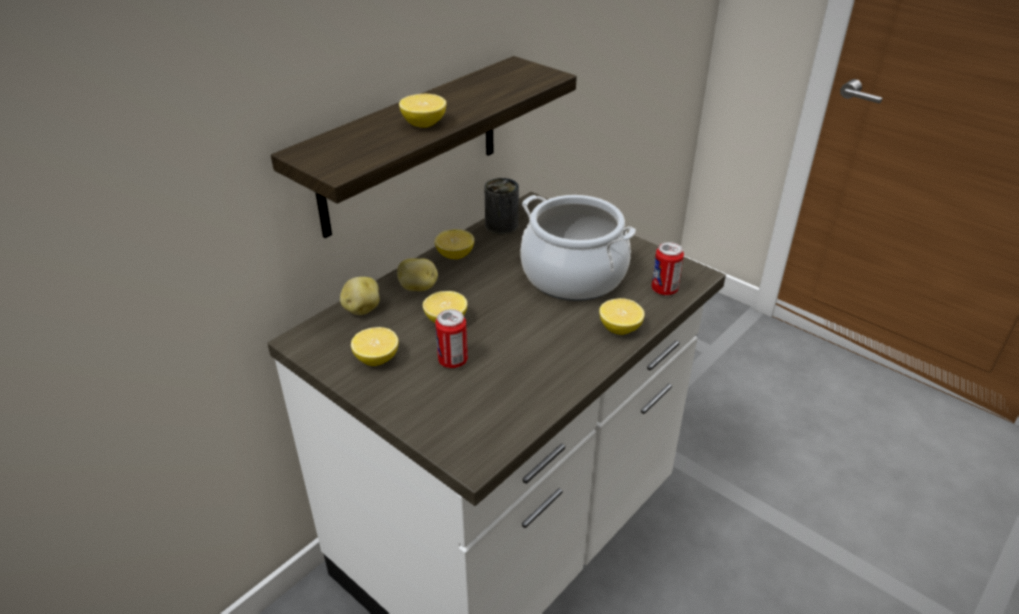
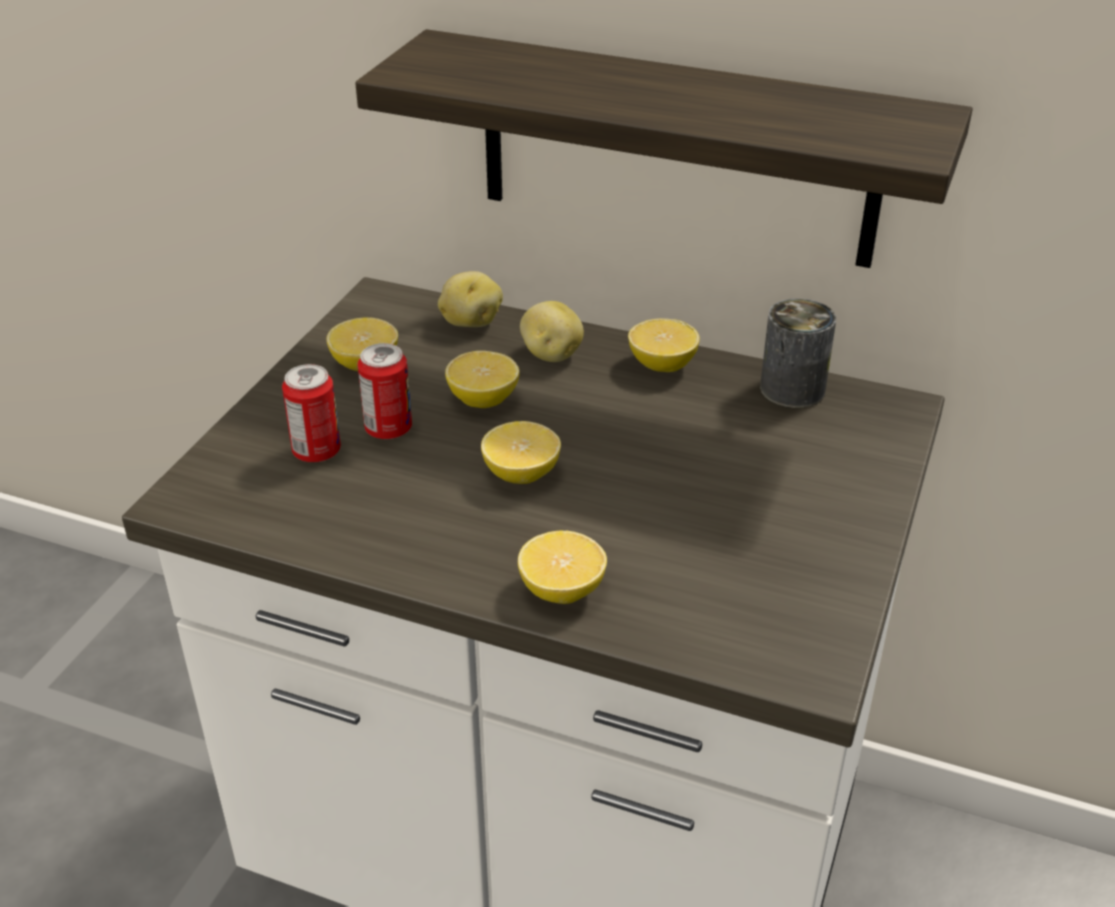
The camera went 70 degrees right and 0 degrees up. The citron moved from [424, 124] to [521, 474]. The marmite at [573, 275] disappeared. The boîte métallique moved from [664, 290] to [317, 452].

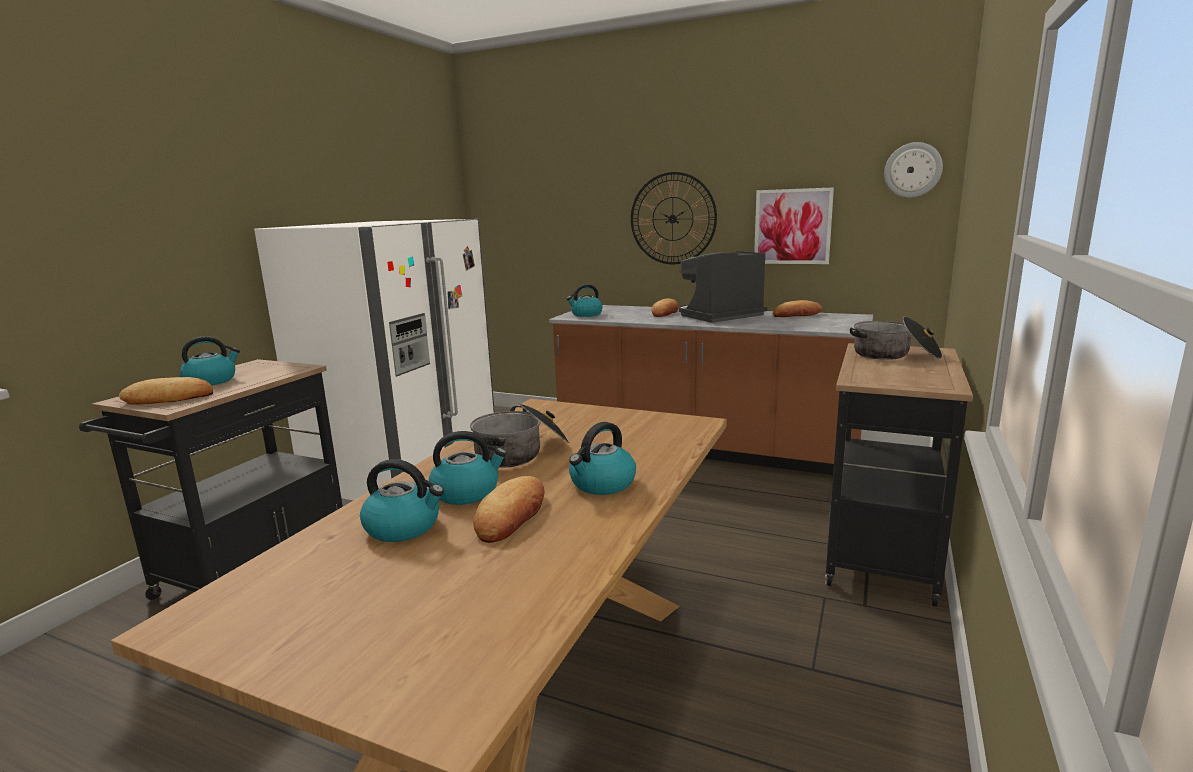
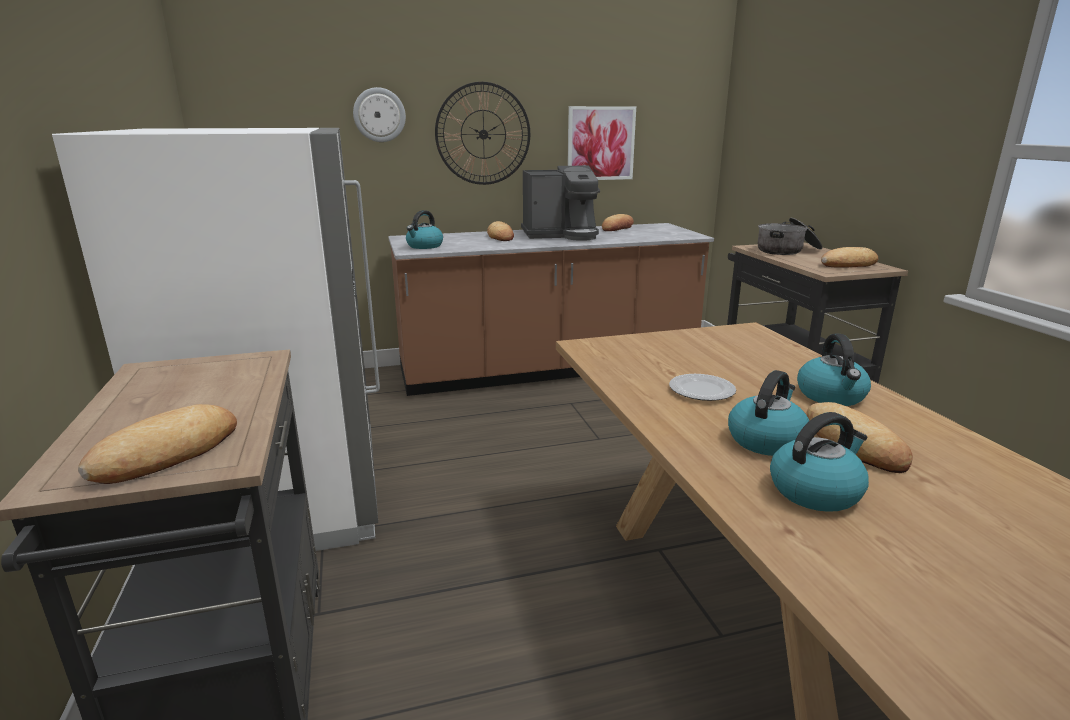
The camera went 40 degrees left and 5 degrees up. The horloge murale moved from [912, 170] to [379, 115]. The machine à café at [720, 316] turned 120 degrees counterclockwise. The bouilloire at [211, 381] disappeared. The marmite at [521, 452] was replaced by the assiette at [701, 391]. The pain at [848, 264] appeared.

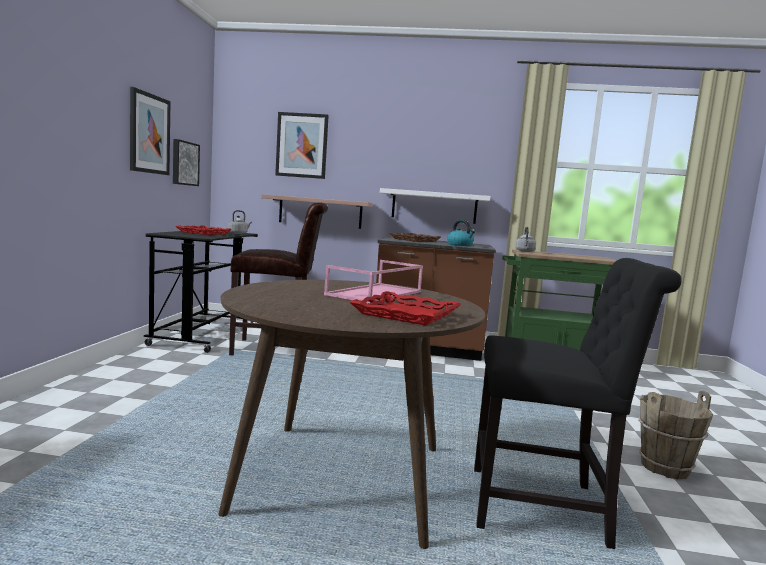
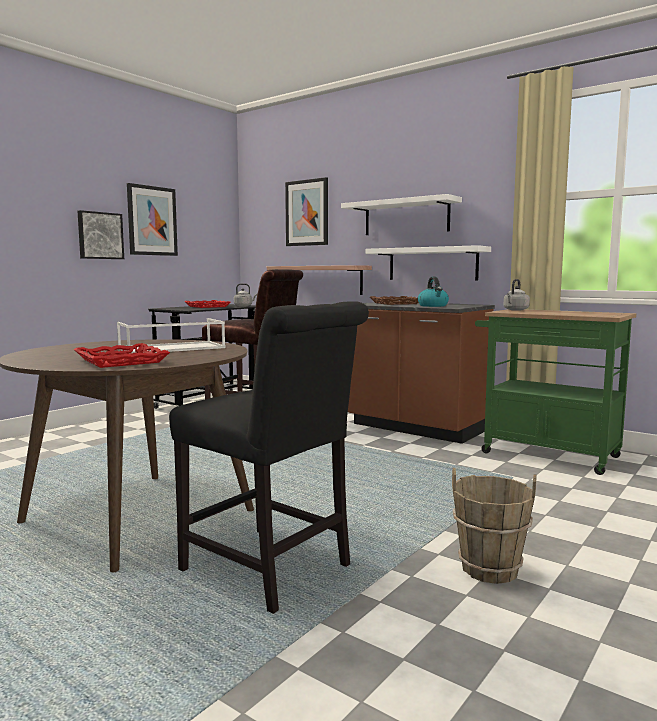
The camera went 30 degrees right and 0 degrees up. The tableau moved from [184, 163] to [100, 235]. The plateau [rose] at [375, 293] became the plateau [blanc] at [171, 348]. The étagère [blanc] at [406, 217] appeared.

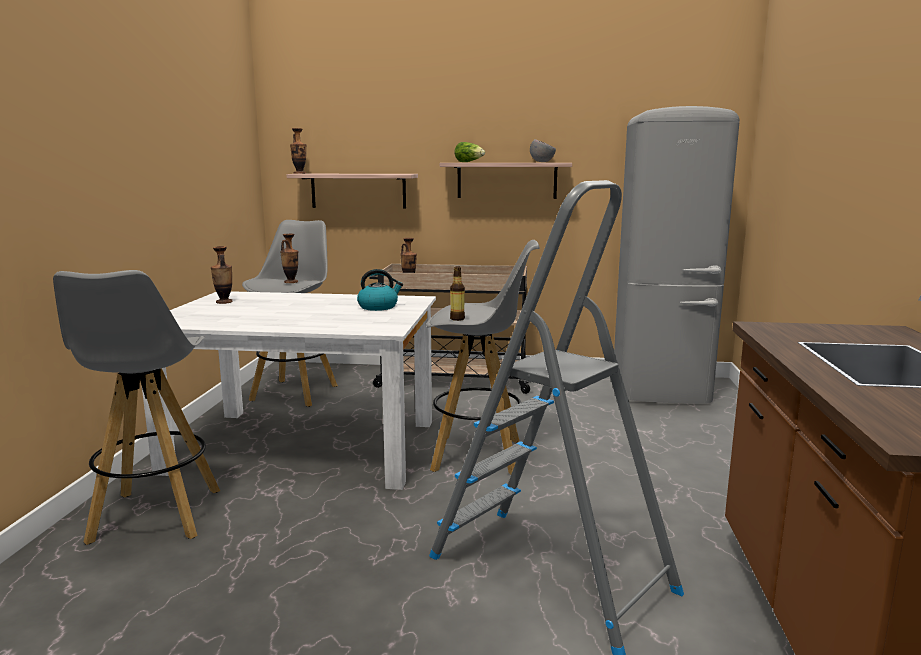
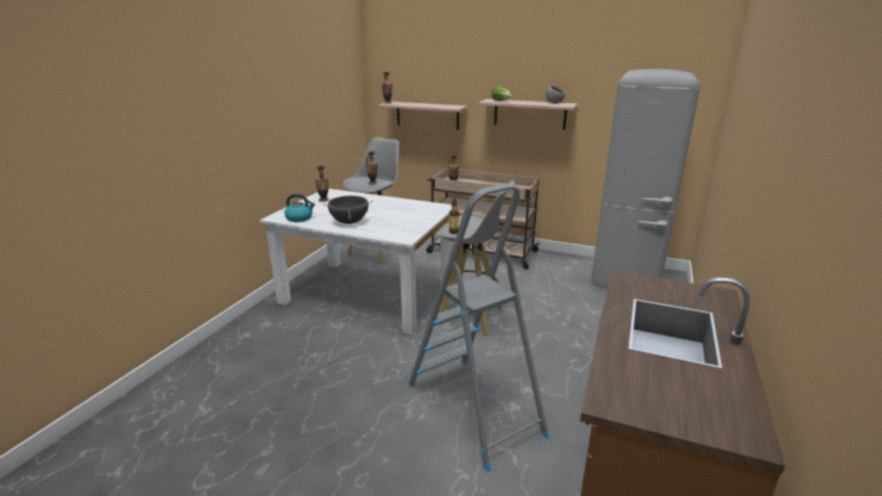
The camera went 15 degrees right and 10 degrees up. The bouilloire moved from [378, 307] to [300, 218]. The tabouret [gris] at [154, 516] disappeared. The marmite [noir] at [349, 222] appeared.

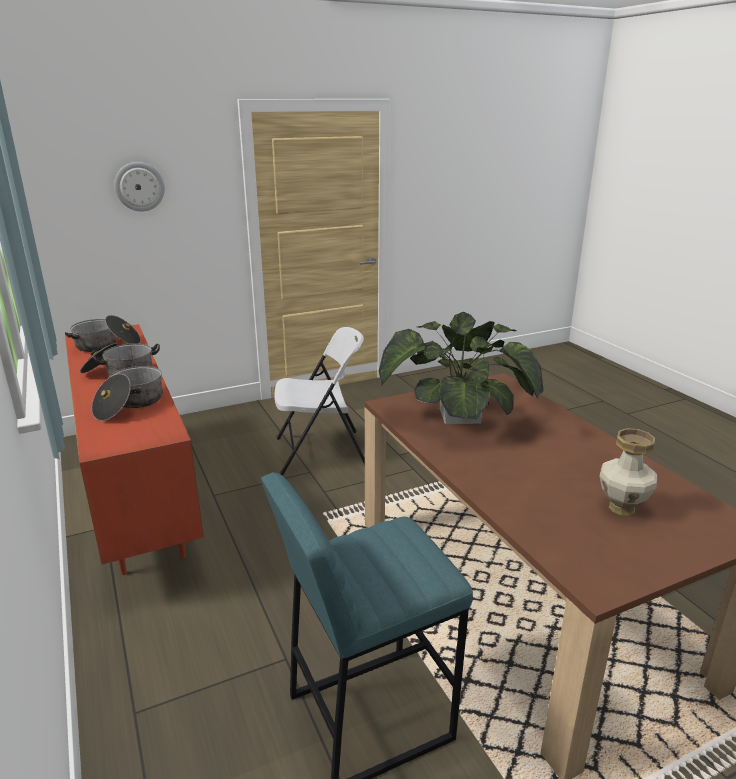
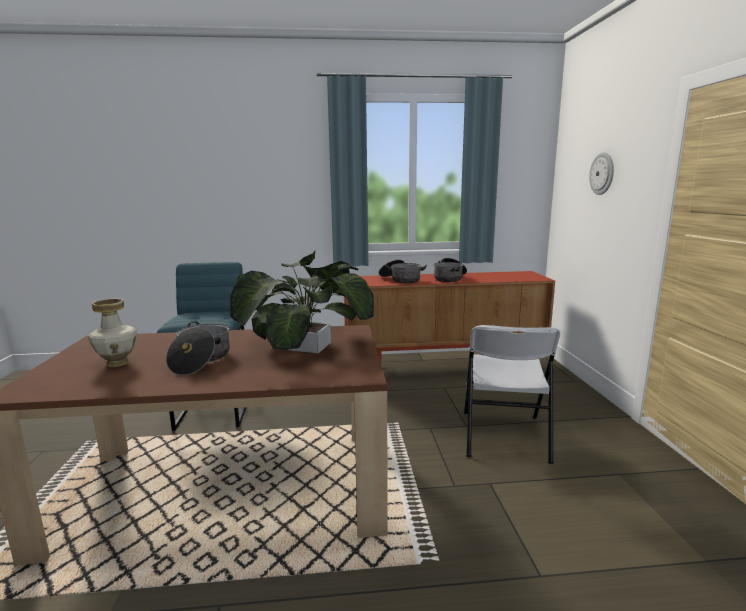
The camera went 110 degrees right and 10 degrees down. The marmite moved from [107, 345] to [201, 360].

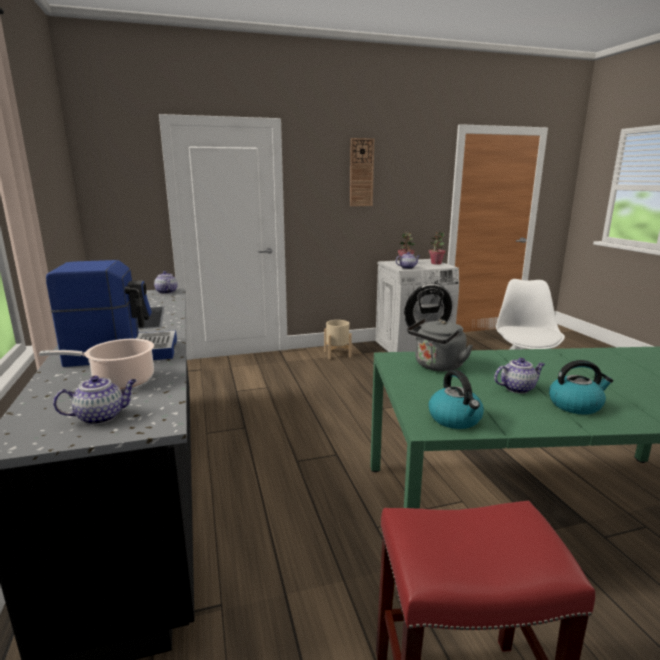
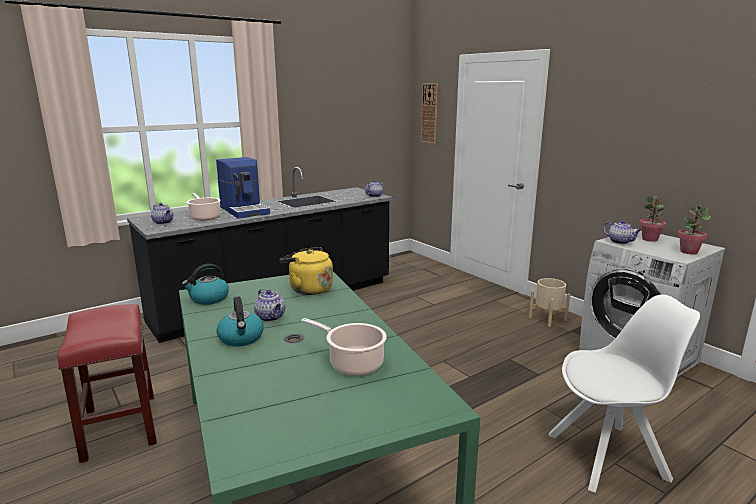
The camera went 70 degrees right and 0 degrees up. The horloge murale moved from [361, 172] to [429, 113]. The bouilloire [gris] at [437, 366] became the bouilloire [jaune] at [308, 289]. The marmite at [353, 363] appeared.

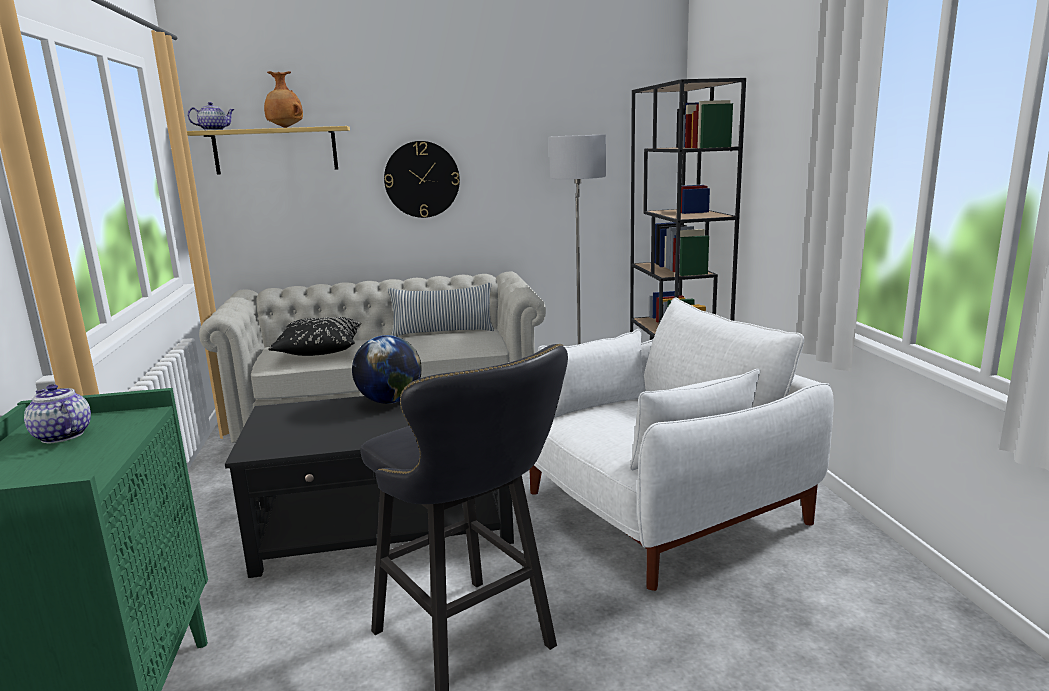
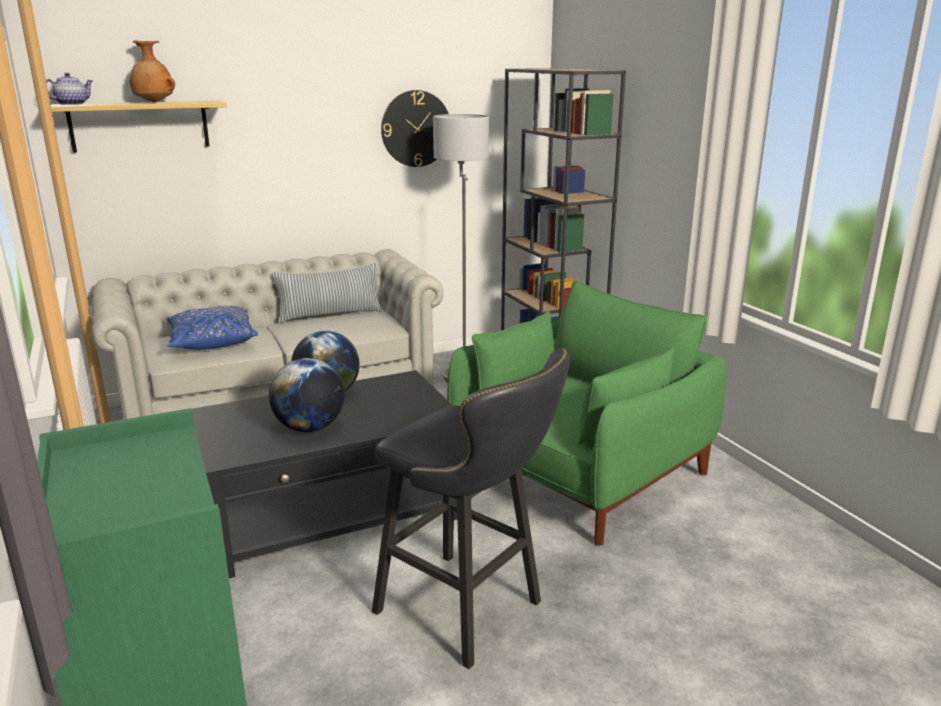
The camera went 15 degrees left and 5 degrees up. The horloge murale moved from [422, 179] to [416, 128]. The fauteuil [blanc] at [663, 508] became the fauteuil [vert] at [580, 472]. The coussin [noir] at [319, 349] became the coussin [bleu] at [212, 341]. The théière at [61, 435] disappeared. The globe at [310, 428] appeared.

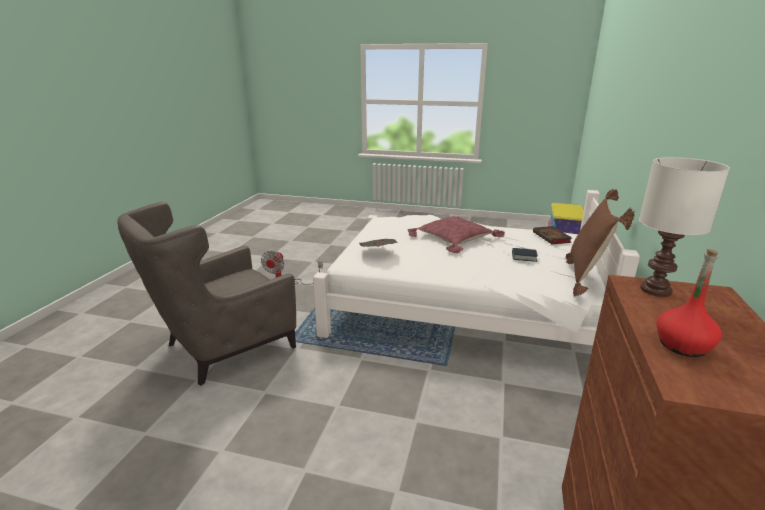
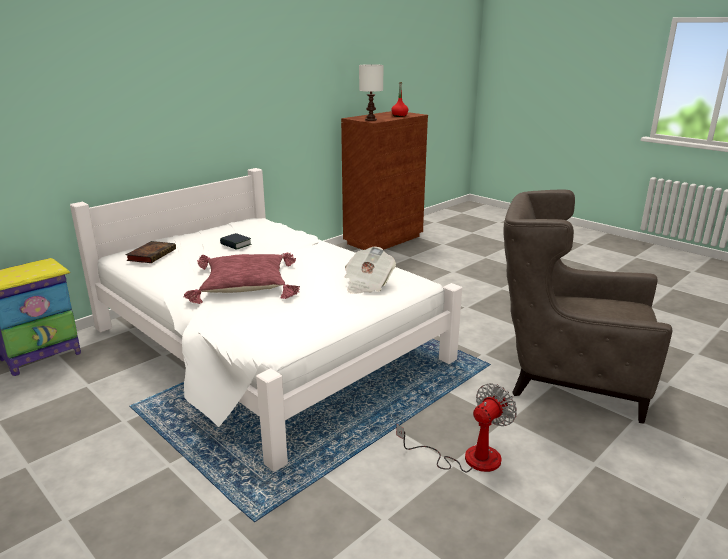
The camera went 150 degrees left and 0 degrees up. The coussin [marron] at [587, 282] disappeared. The fauteuil [gris] at [224, 348] turned 150 degrees counterclockwise.

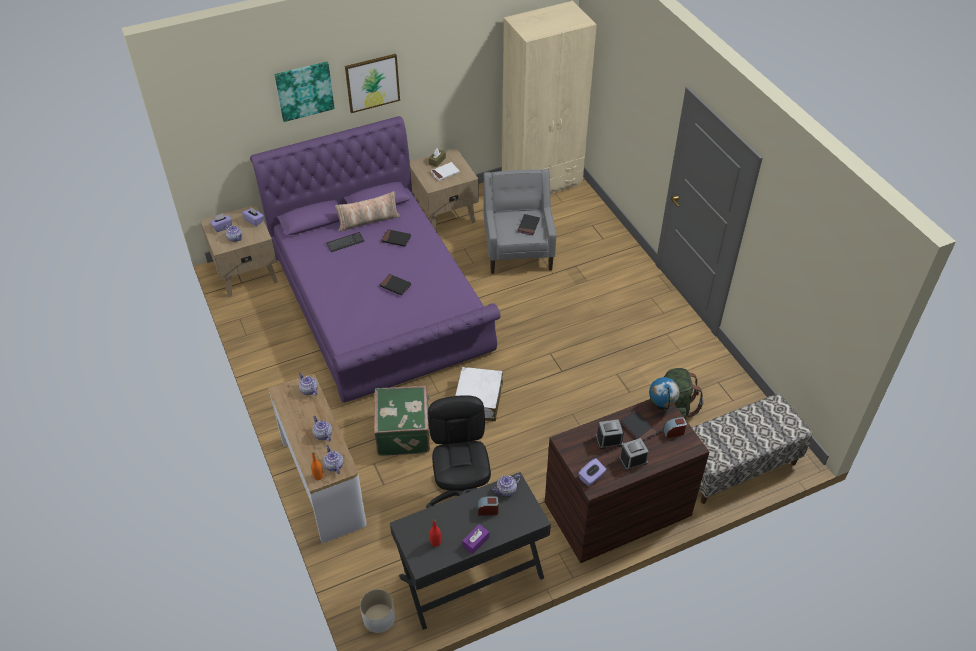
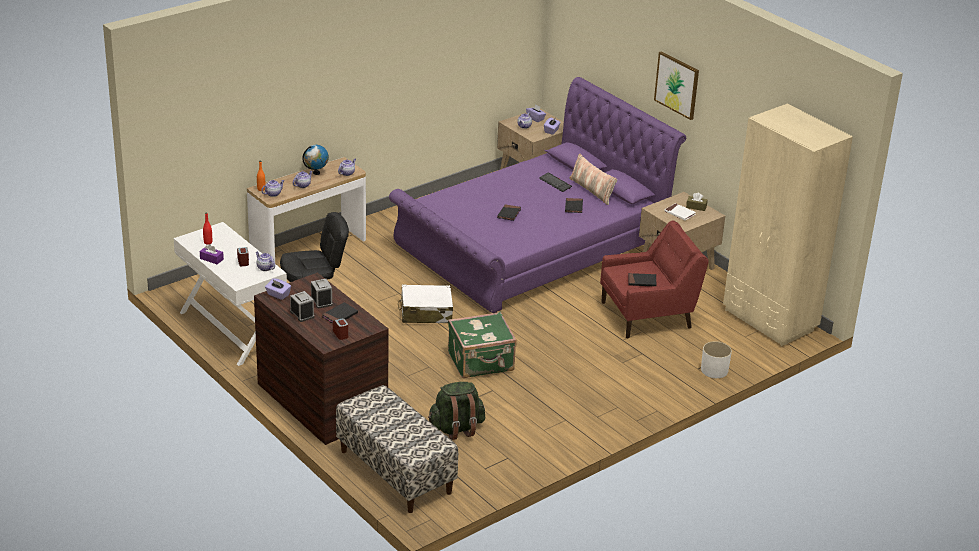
The camera went 75 degrees right and 15 degrees down. The tableau at [304, 90] disappeared. The fauteuil [gris] at [518, 249] became the fauteuil [rouge] at [648, 315]. The globe moved from [661, 406] to [316, 173]. The valise [vert] moved from [404, 432] to [481, 362]. The bureau [noir] at [471, 577] became the bureau [blanc] at [232, 329]. The cache-pot [blanc] moved from [379, 618] to [714, 370].

